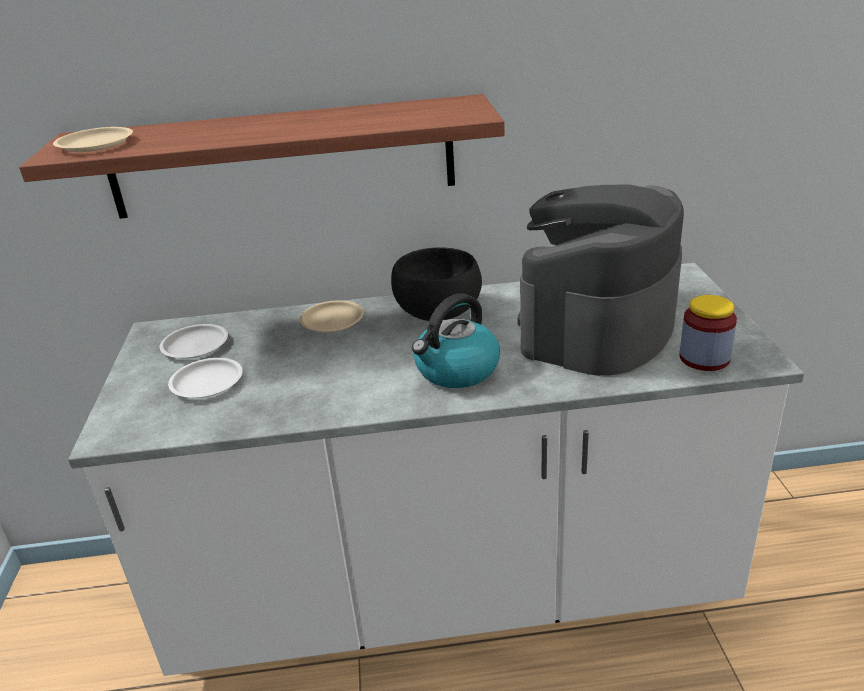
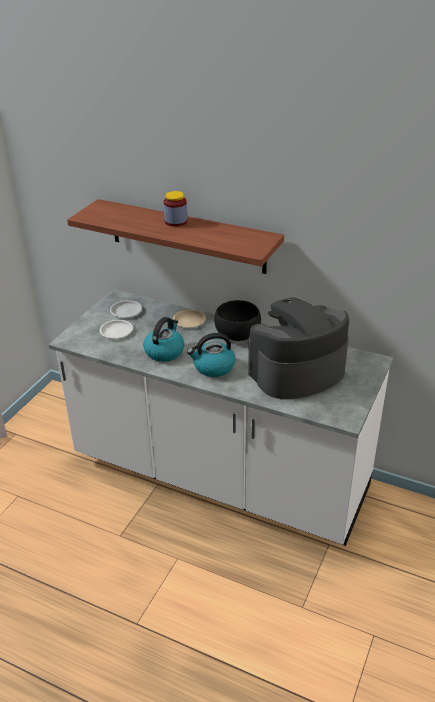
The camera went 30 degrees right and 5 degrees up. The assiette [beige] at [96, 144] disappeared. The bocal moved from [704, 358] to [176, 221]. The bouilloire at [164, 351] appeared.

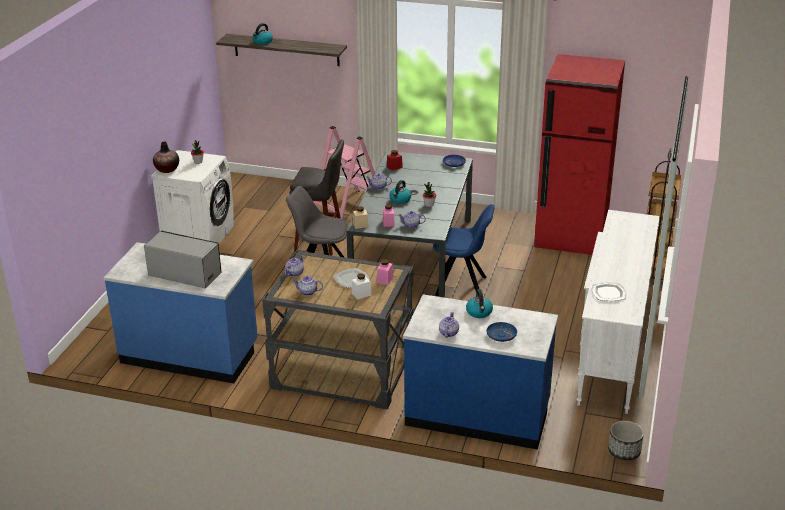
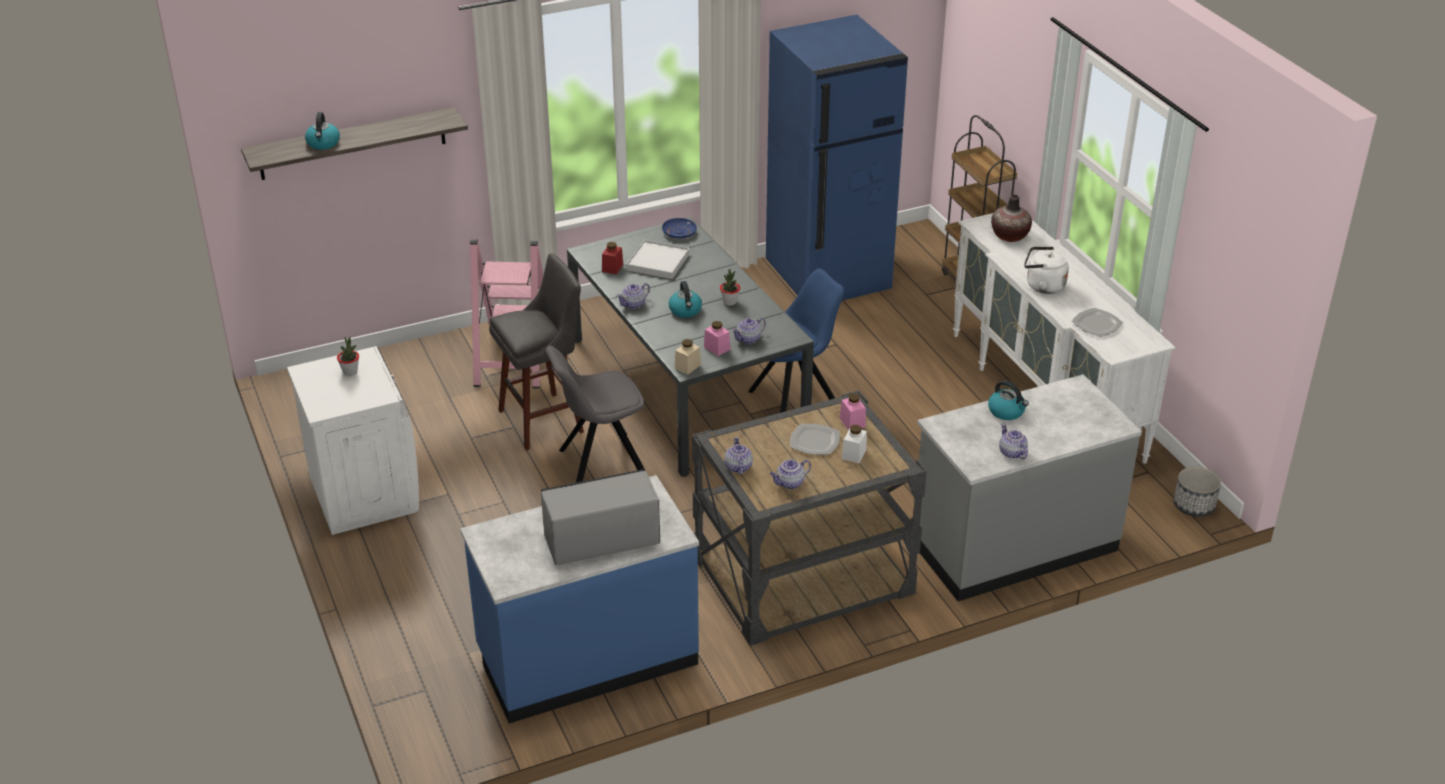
The camera went 40 degrees left and 5 degrees up. The réfrigérateur [rouge] at [572, 234] became the réfrigérateur [bleu] at [828, 273]. The vase moved from [167, 169] to [1009, 236]. The comptoir de cuisine [bleu] at [477, 414] became the comptoir de cuisine [gris] at [1013, 545]. The assiette [bleu] at [501, 335] disappeared. The plateau [blanc] at [658, 262] appeared. The bouilloire [blanc] at [1042, 286] appeared.

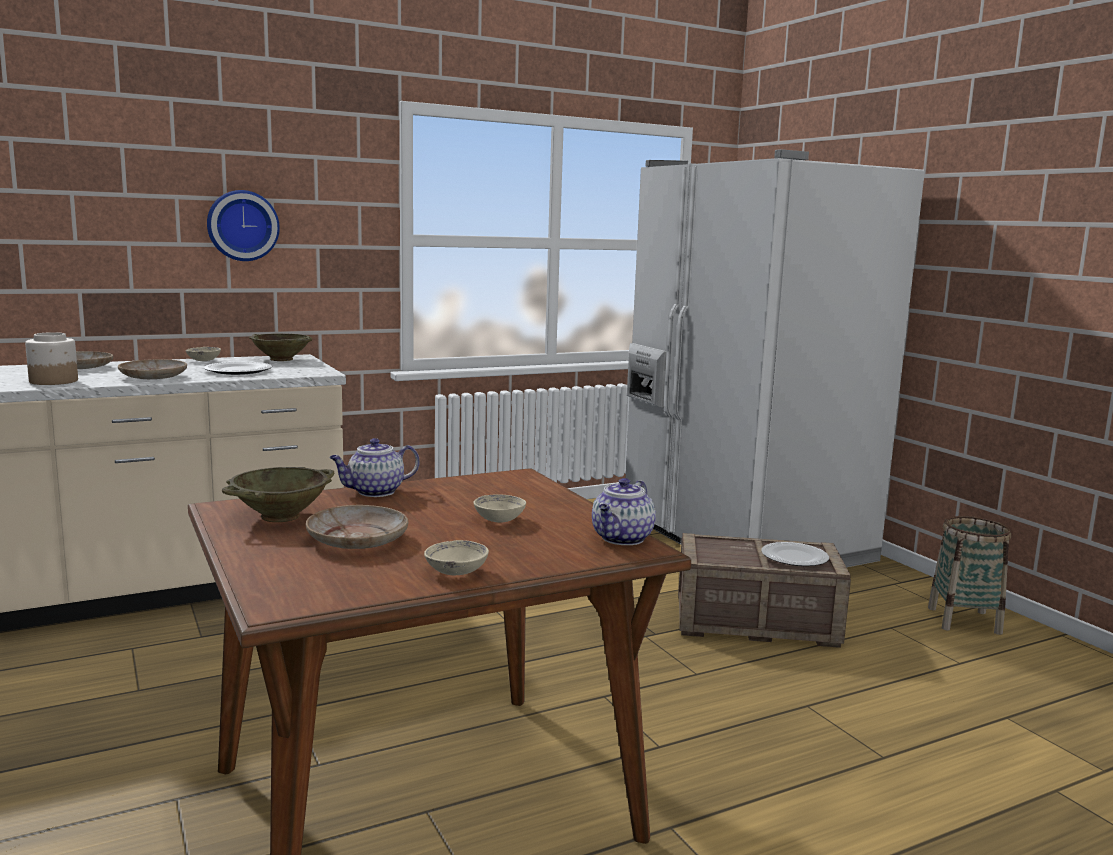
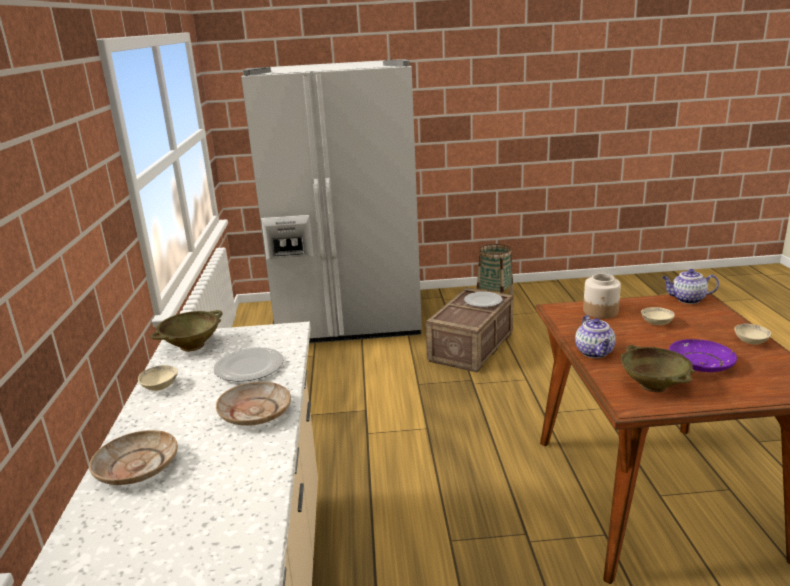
The camera went 65 degrees left and 10 degrees up. The horloge murale at [242, 225] disappeared. The bocal moved from [53, 381] to [600, 312]. The théière at [622, 539] turned 135 degrees clockwise. The assiette [beige] at [358, 539] became the assiette [violet] at [700, 363].

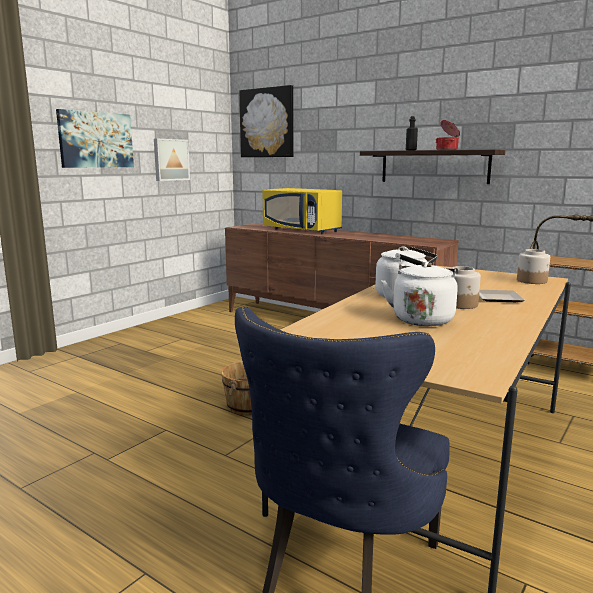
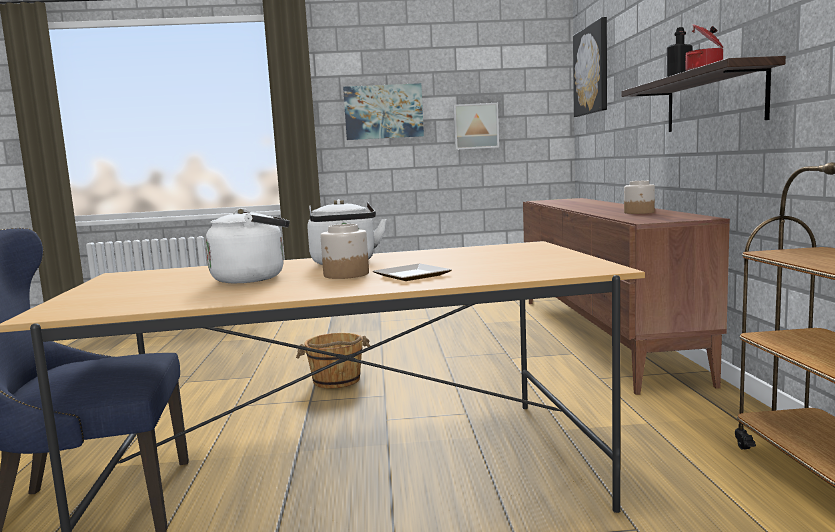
The camera went 50 degrees right and 5 degrees down. The micro-ondes [jaune] at [302, 230] disappeared. The bocal moved from [532, 281] to [639, 212].

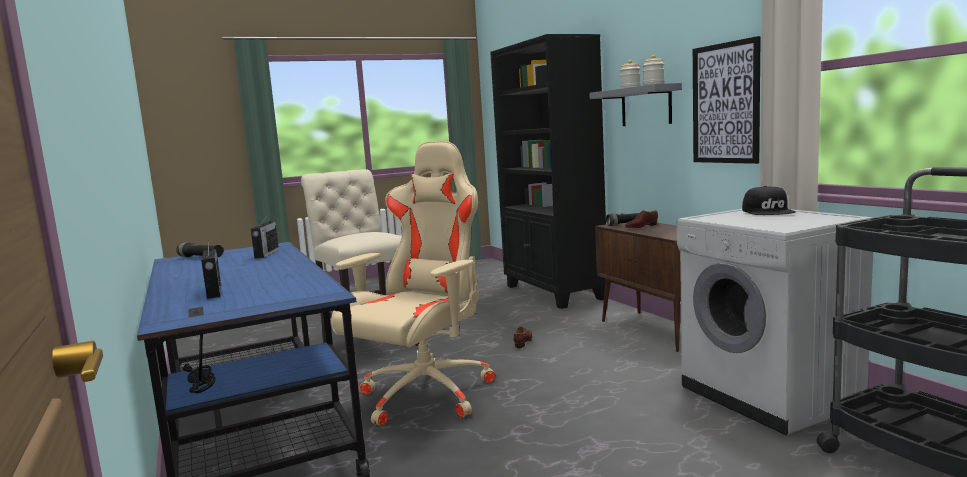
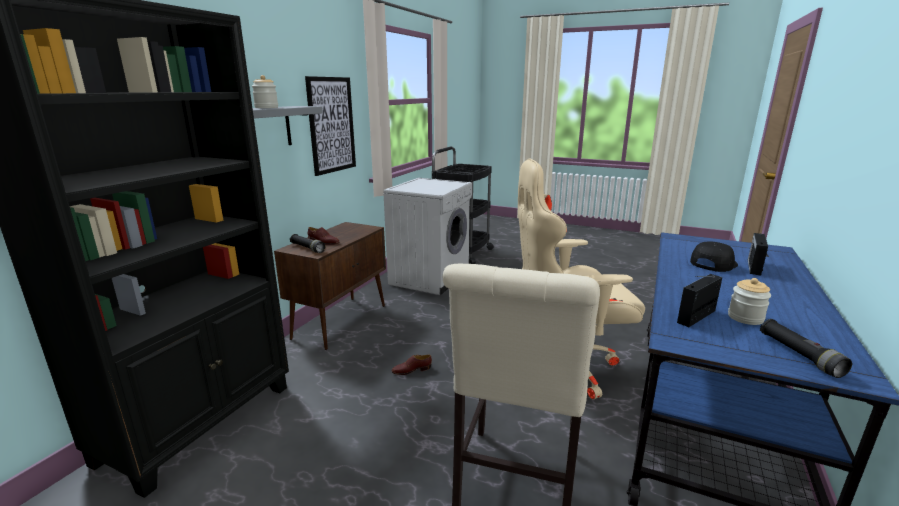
The camera went 130 degrees left and 10 degrees up. The bocal moved from [653, 84] to [745, 318]. The casquette [noir] moved from [768, 211] to [712, 263].

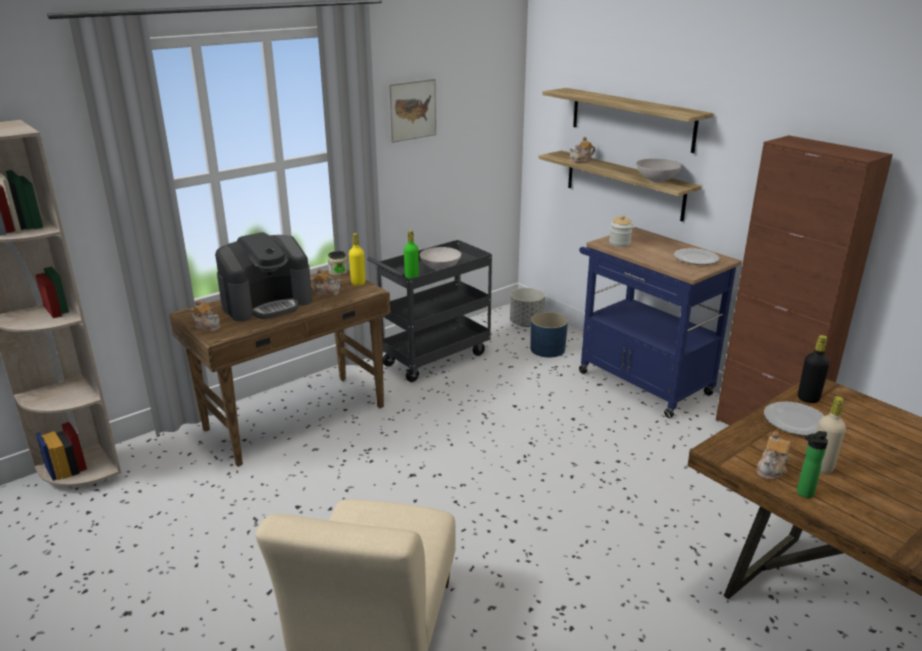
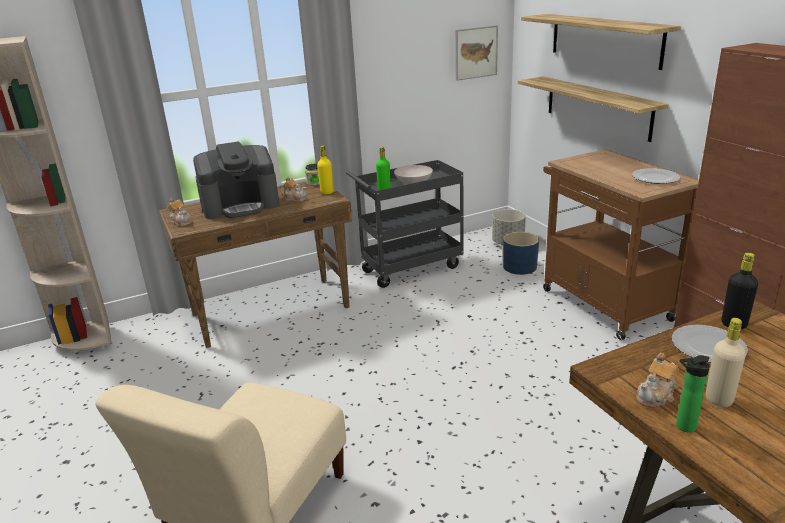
The camera went 15 degrees right and 0 degrees up. The tableau moved from [412, 110] to [476, 52]. The théière at [581, 160] disappeared. The bol [blanc] at [657, 181] disappeared. The bocal at [619, 243] disappeared. The chariot [bleu] at [640, 382] became the chariot [marron] at [602, 303].

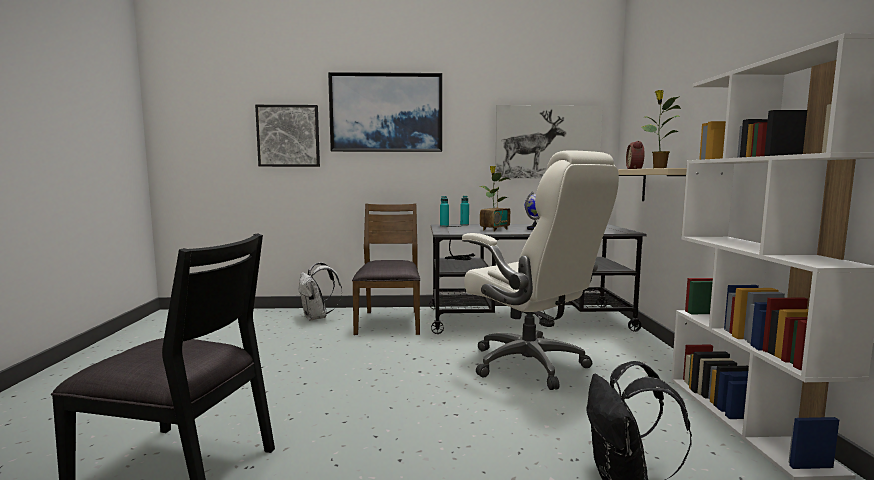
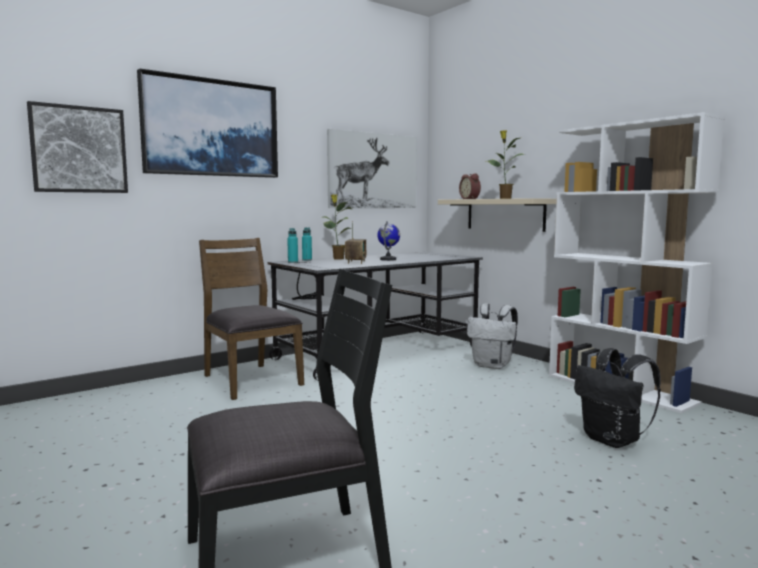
The camera went 35 degrees left and 0 degrees up. The chaise de bureau [blanc] at [530, 365] disappeared. The sac à dos [blanc] moved from [317, 317] to [493, 365].

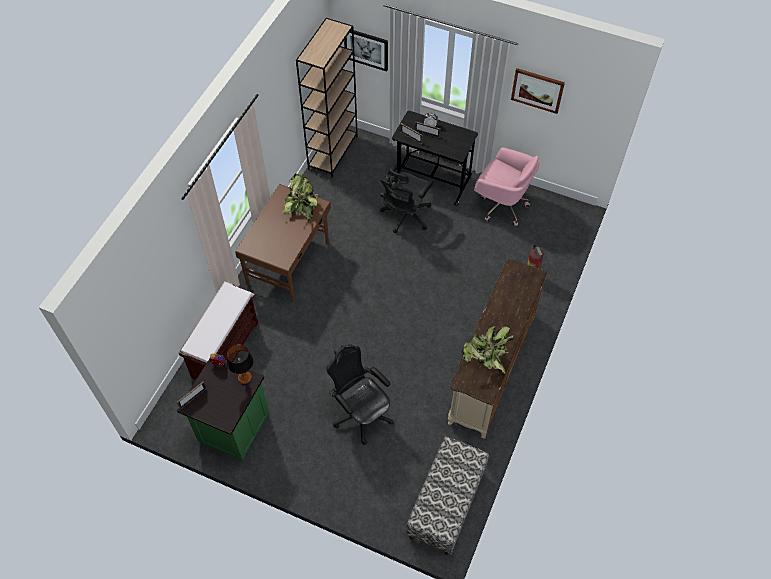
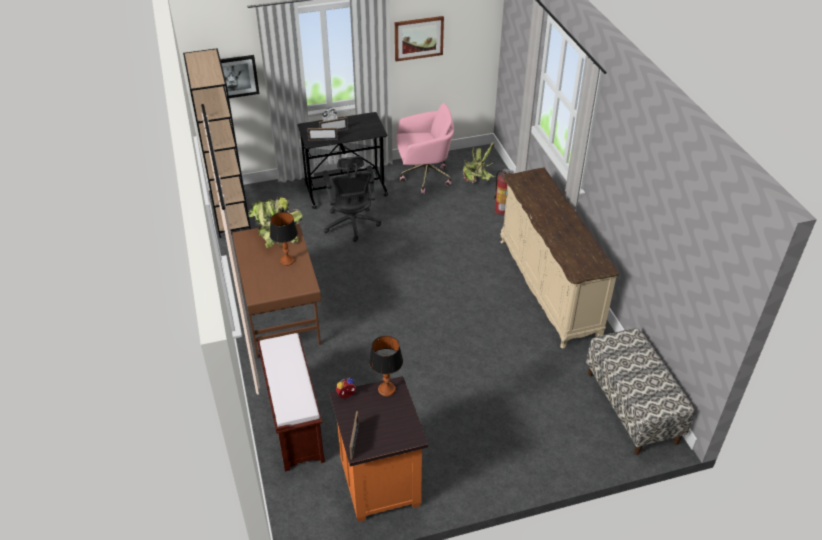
The camera went 40 degrees left and 15 degrees down. The plante en pot moved from [486, 359] to [477, 182]. The chaise de bureau at [360, 414] disappeared. The meuble de rangement [vert] at [233, 430] became the meuble de rangement [orange] at [380, 486]. The lampe de table at [287, 260] appeared.

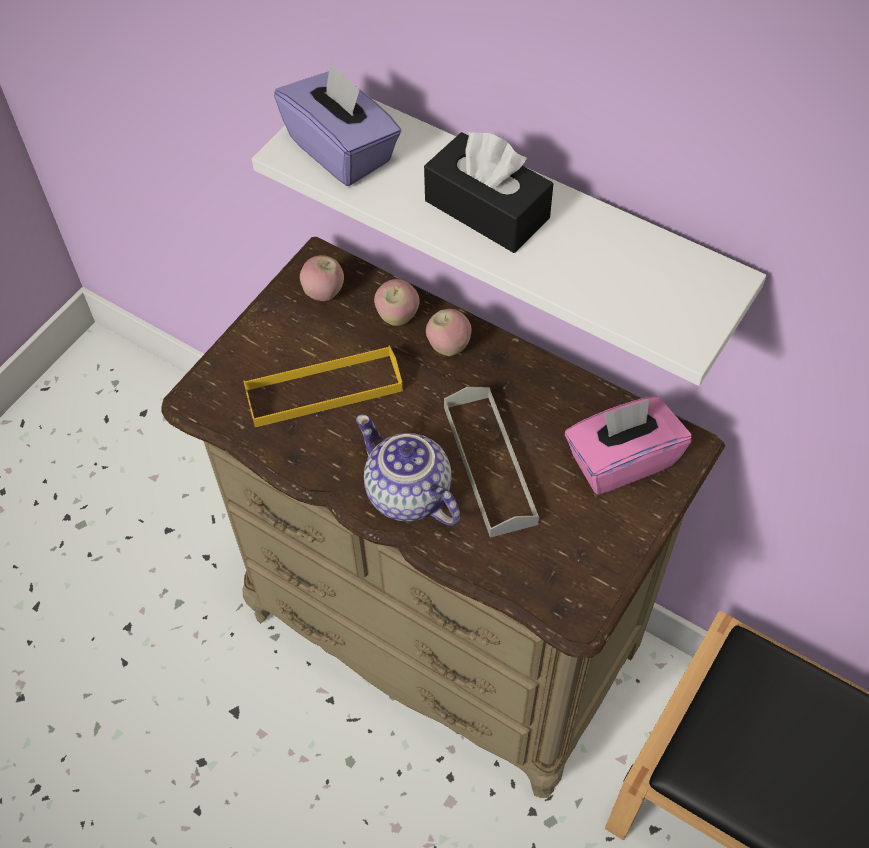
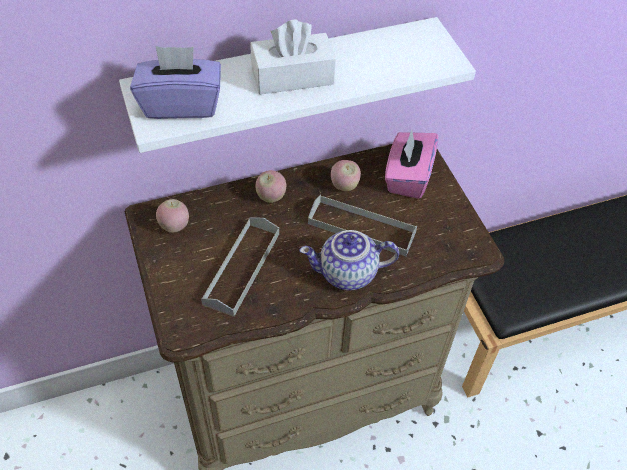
The camera went 55 degrees left and 5 degrees down. The boîte à mouchoirs [noir] at [487, 209] became the boîte à mouchoirs [blanc] at [292, 76]. The pomme moved from [397, 317] to [344, 186]. The plateau [jaune] at [324, 390] became the plateau [gris] at [242, 268].

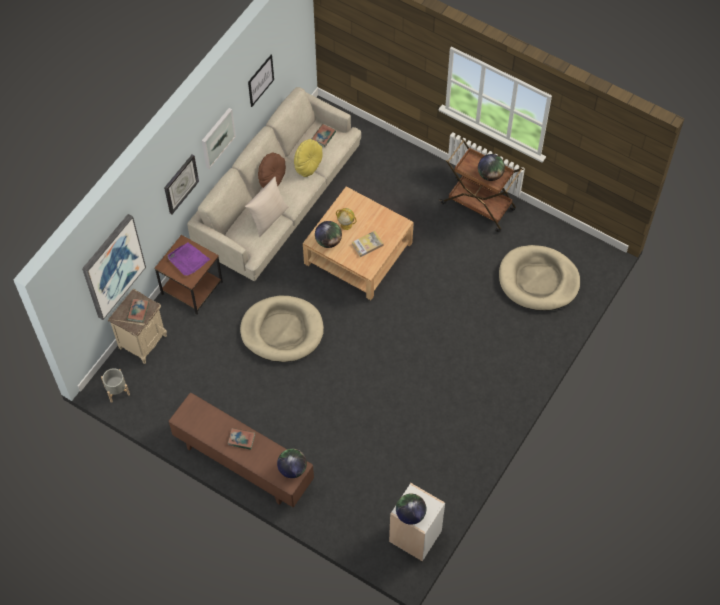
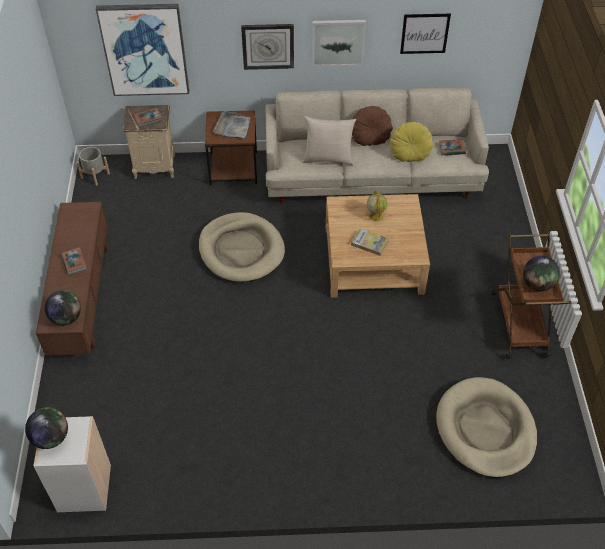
The camera went 55 degrees right and 10 degrees down. The globe at [328, 241] disappeared. The plateau [violet] at [188, 260] became the plateau [gris] at [232, 127].

